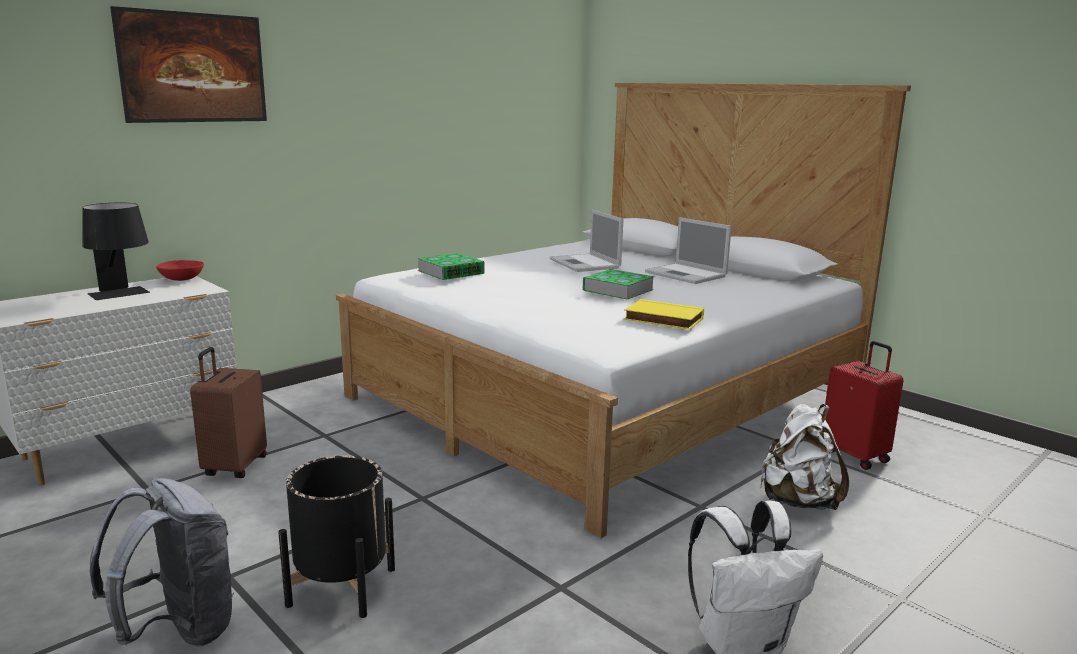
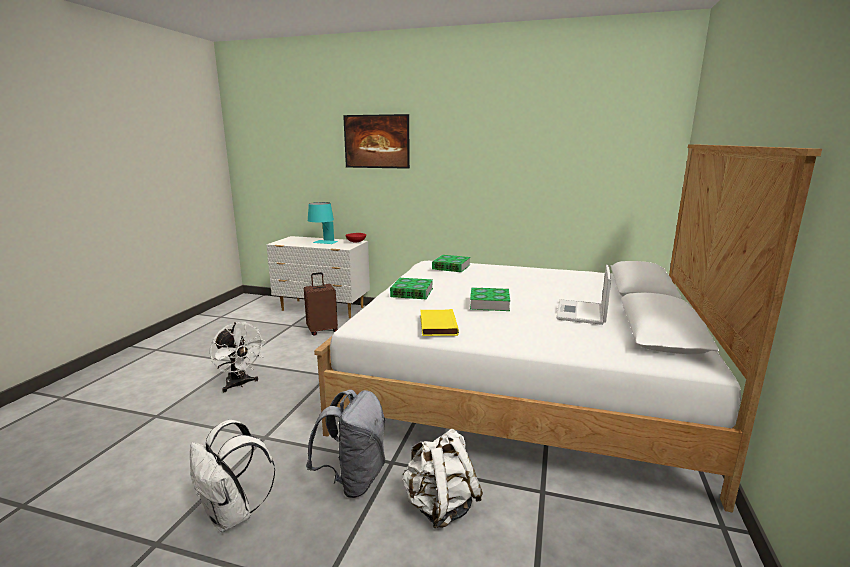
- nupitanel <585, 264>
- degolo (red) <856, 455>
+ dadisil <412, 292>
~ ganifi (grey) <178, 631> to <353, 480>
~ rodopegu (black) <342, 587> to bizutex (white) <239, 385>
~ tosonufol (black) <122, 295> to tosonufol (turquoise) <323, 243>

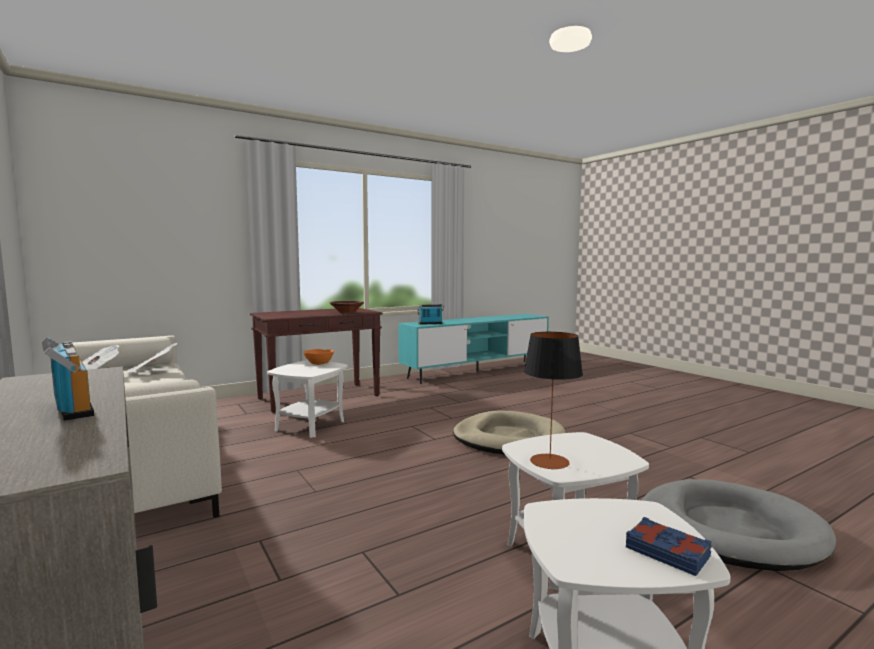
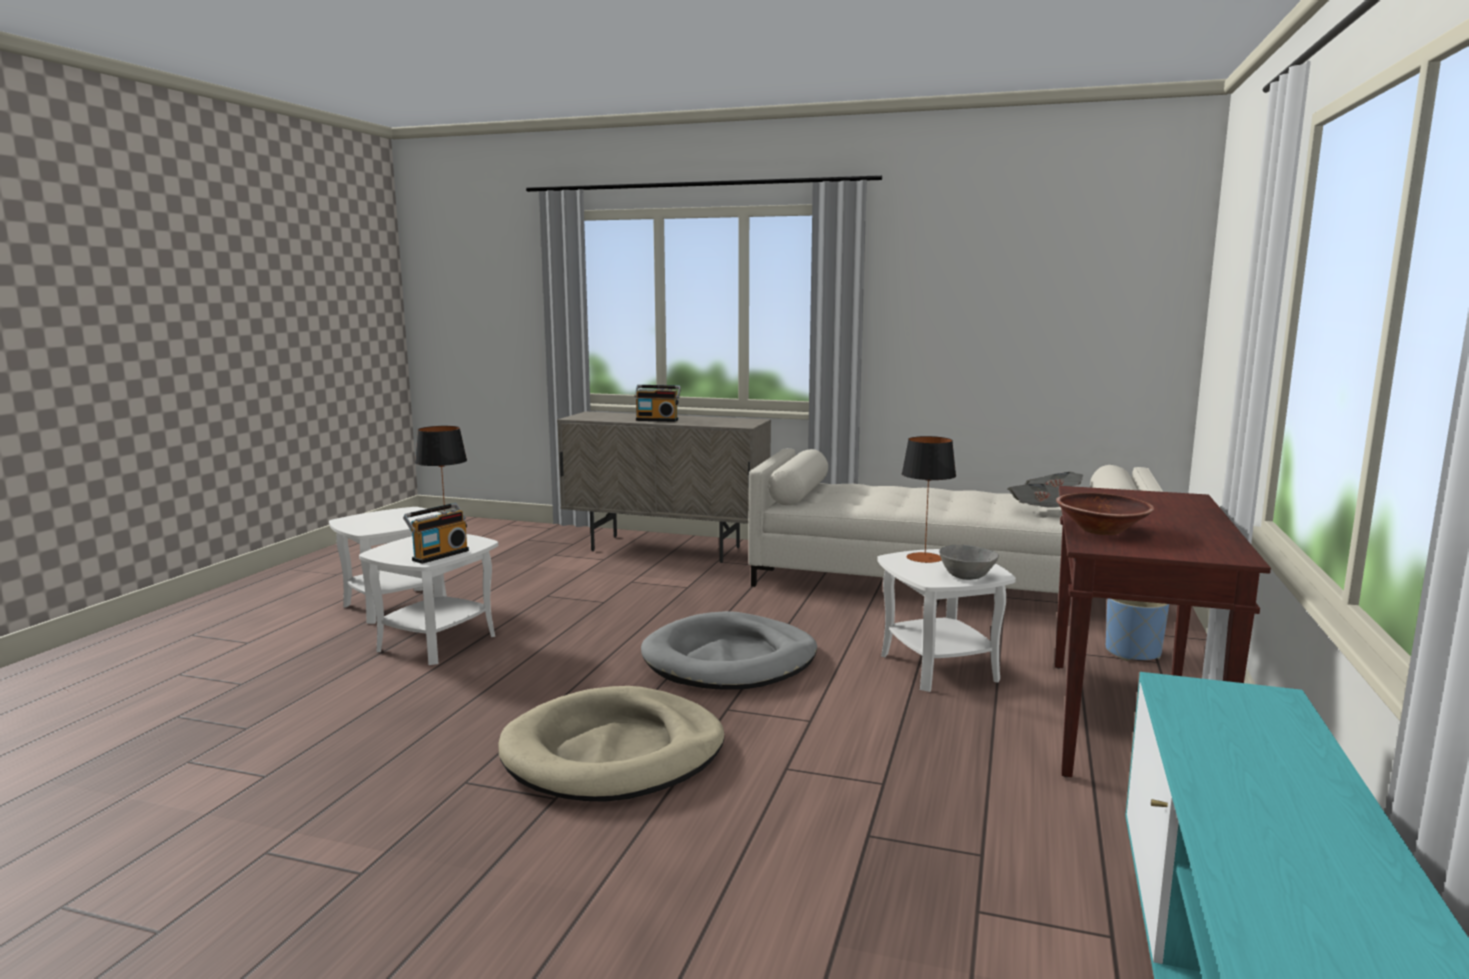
- dadisil (blue) <667, 551>
+ tosonufol <924, 558>
+ rodopegu (blue) <1132, 653>
~ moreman <430, 324> to <439, 555>
~ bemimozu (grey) <729, 530> to <730, 659>
~ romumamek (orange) <319, 363> to romumamek (grey) <967, 576>

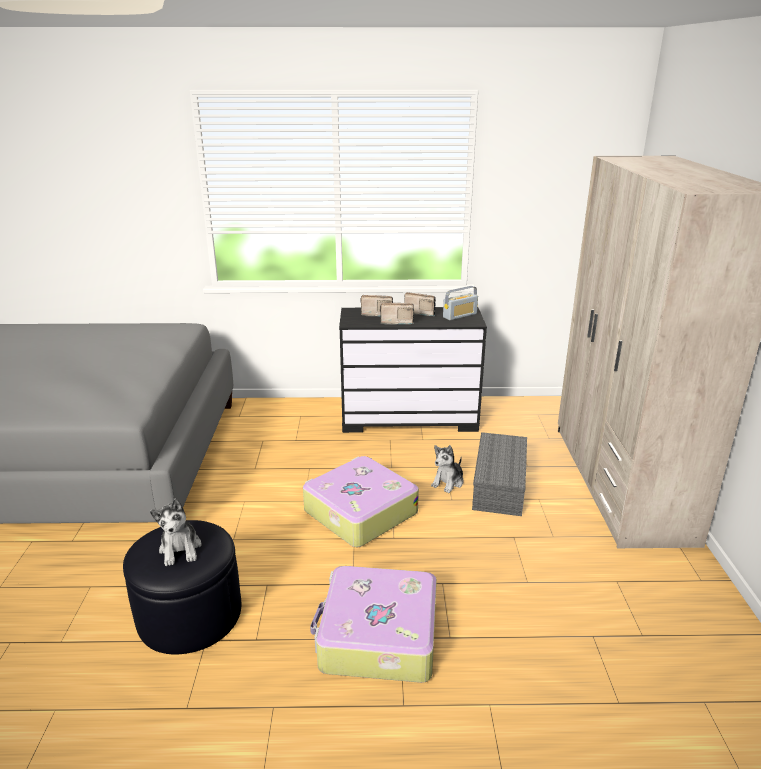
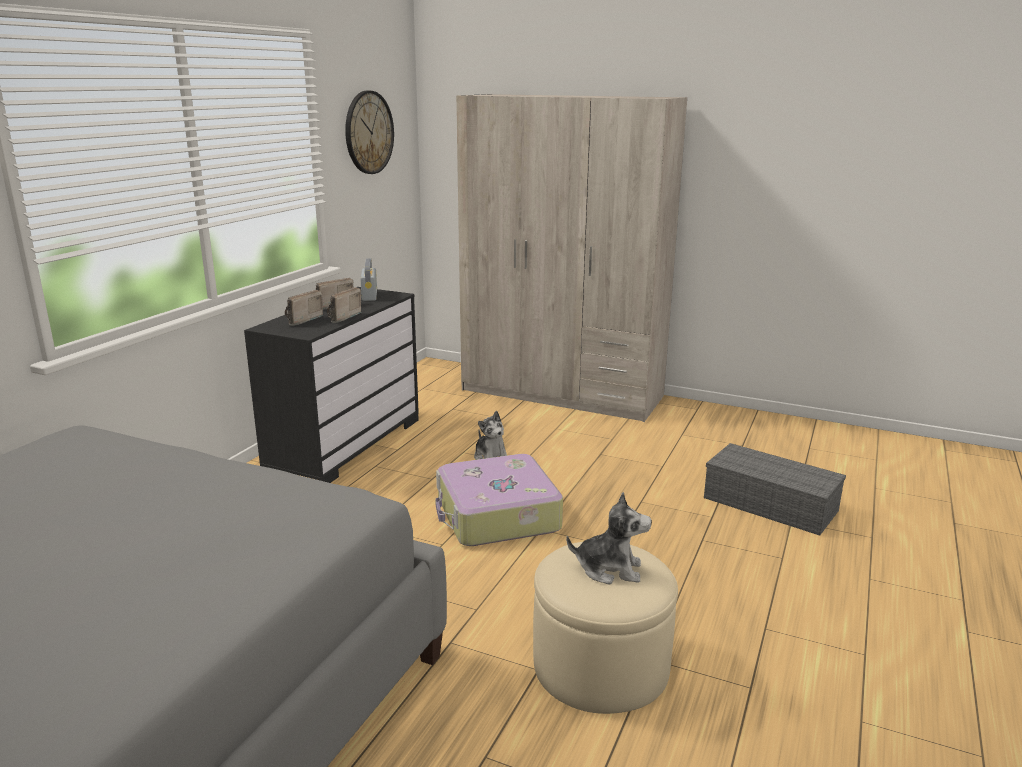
- degolo <377, 636>
+ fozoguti <368, 132>
~ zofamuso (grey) <500, 486> to <772, 504>
~ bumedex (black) <189, 614> to bumedex (beige) <600, 665>

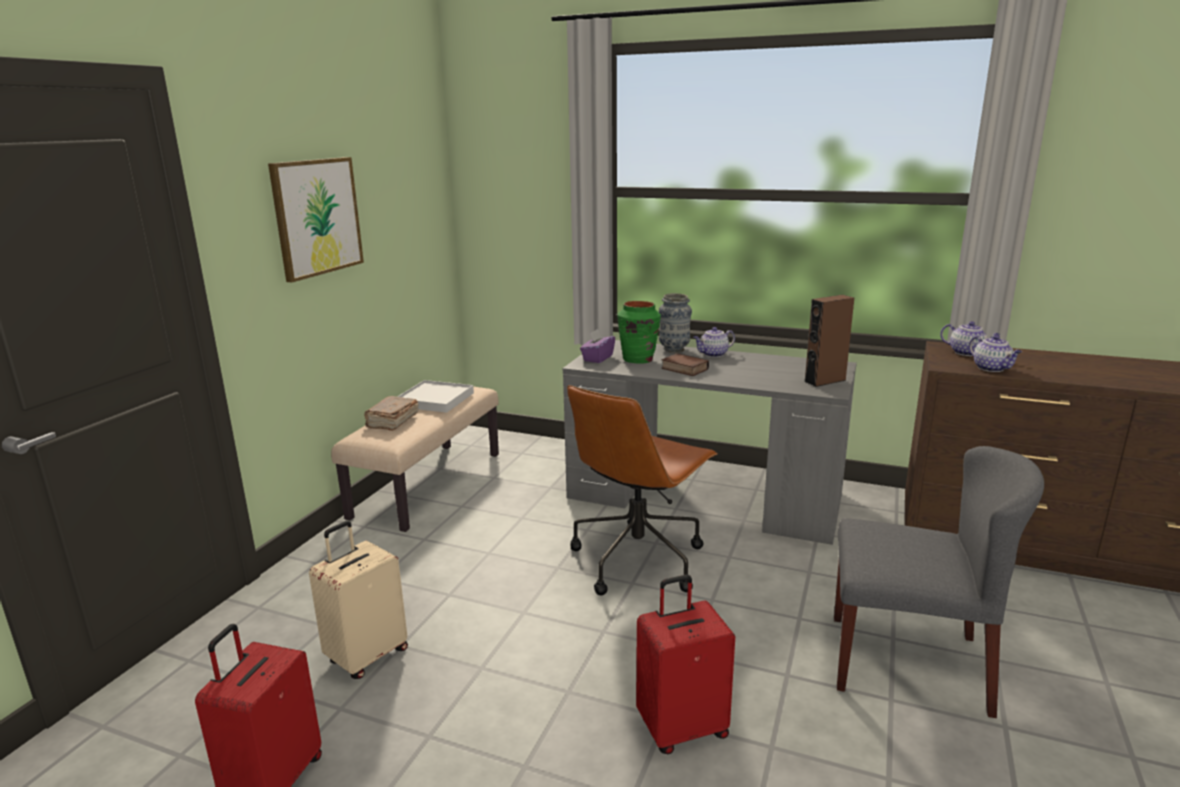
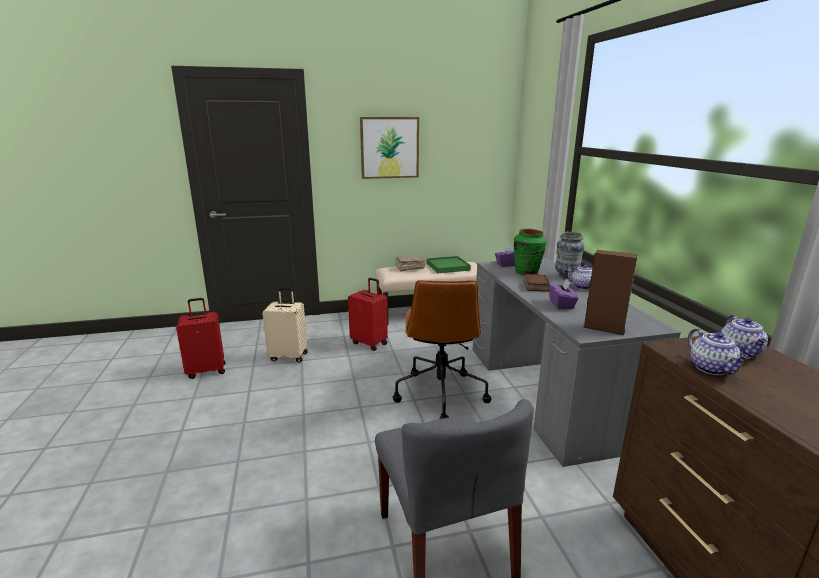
+ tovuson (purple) <561, 304>
~ degolo (red) <682, 727> to <369, 343>
~ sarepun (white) <435, 399> to sarepun (green) <447, 266>
~ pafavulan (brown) <638, 559> = <440, 393> 90 degrees counterclockwise
~ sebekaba <992, 368> = <712, 369> 45 degrees counterclockwise

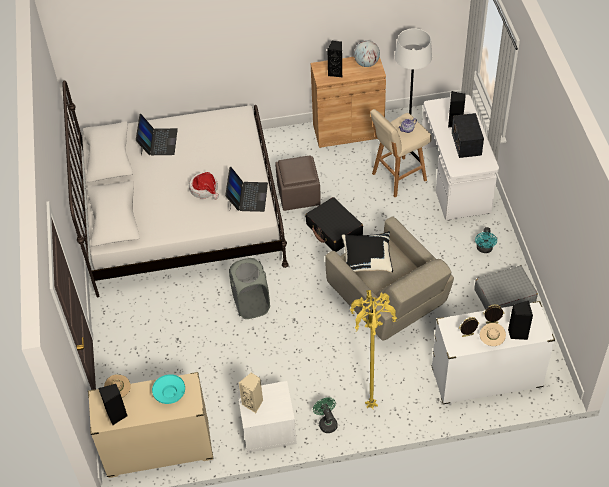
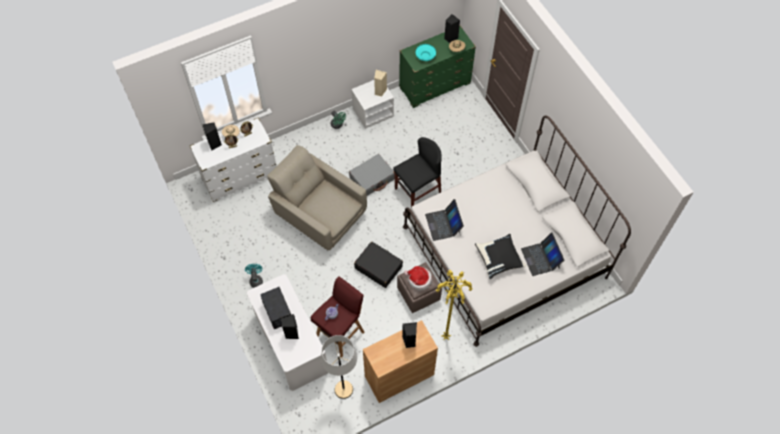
- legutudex <366, 63>
~ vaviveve <204, 189> to <419, 280>
~ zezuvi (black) <367, 259> to <499, 259>
~ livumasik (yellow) <370, 406> to <446, 337>
~ degolo (grey) <504, 296> to <372, 178>
~ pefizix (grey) <251, 304> to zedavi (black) <417, 190>
~ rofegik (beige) <158, 449> to rofegik (green) <435, 86>
~ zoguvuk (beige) <398, 177> to zoguvuk (red) <341, 333>

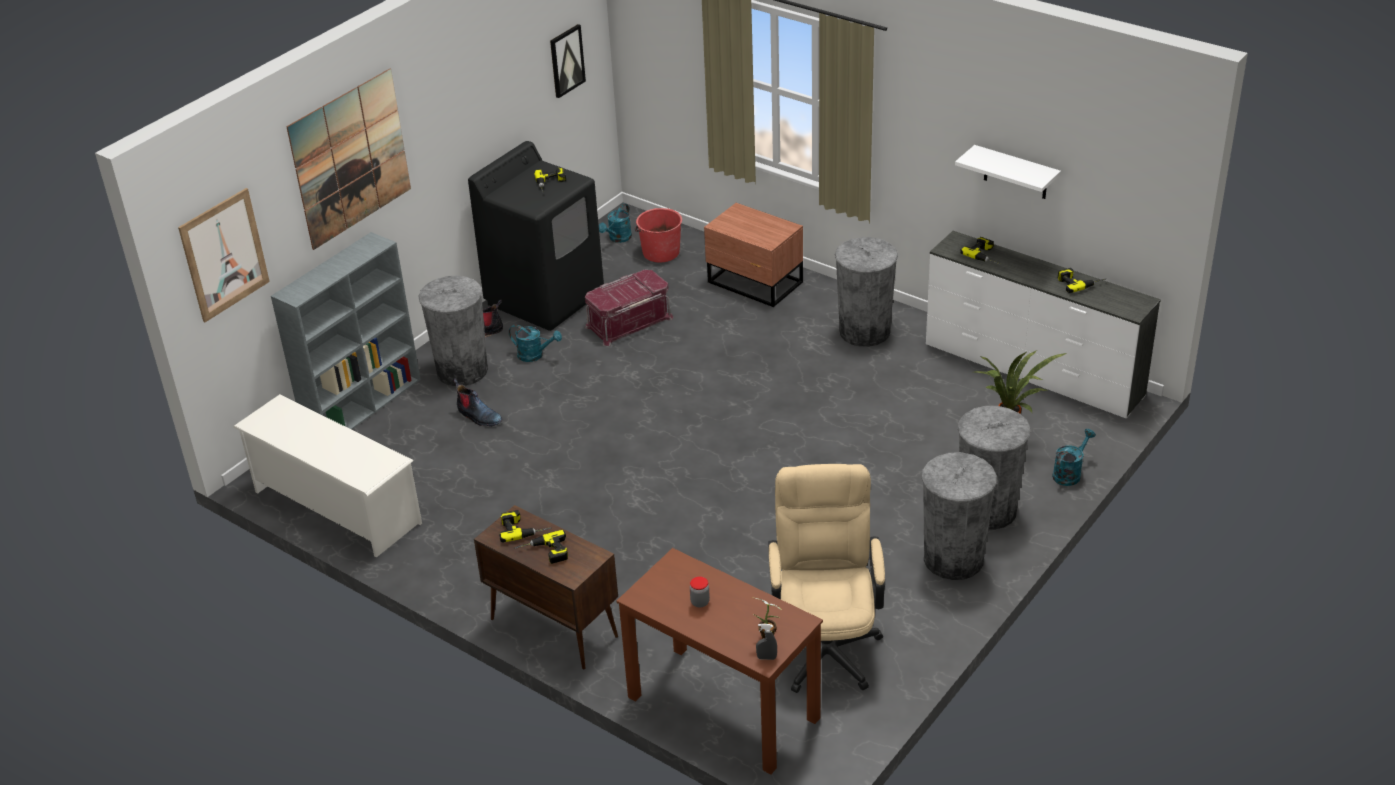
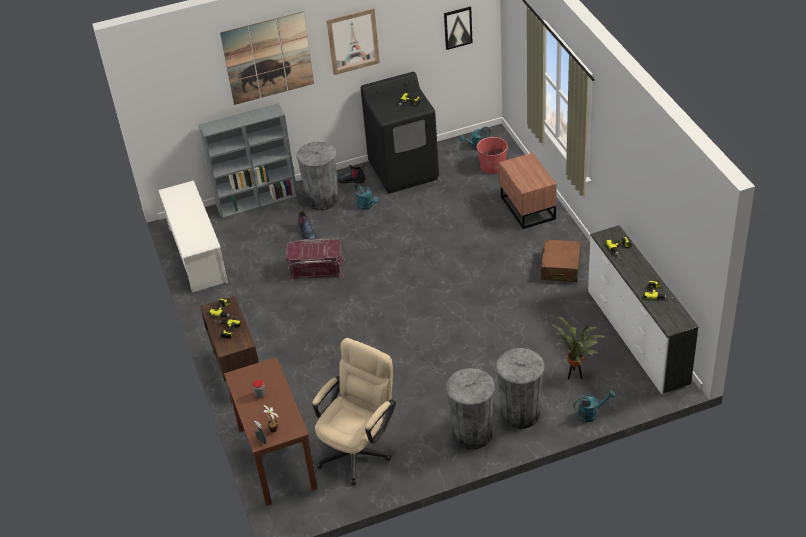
- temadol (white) <1015, 173>
~ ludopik <224, 255> to <353, 41>
~ zofamuso (red) <628, 321> to <316, 268>
~ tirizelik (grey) <864, 331> to degolo (brown) <560, 267>

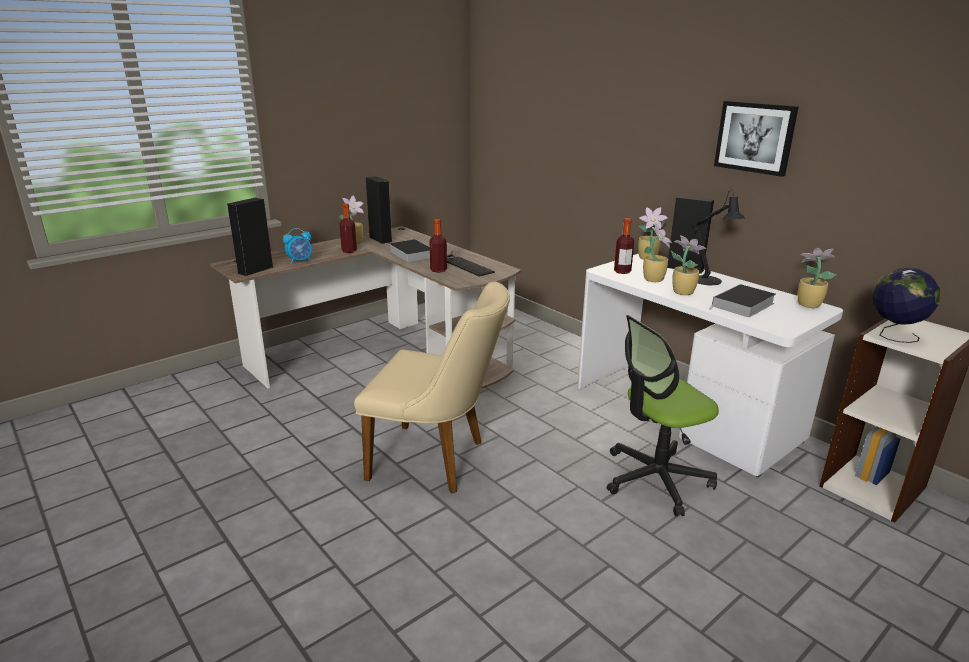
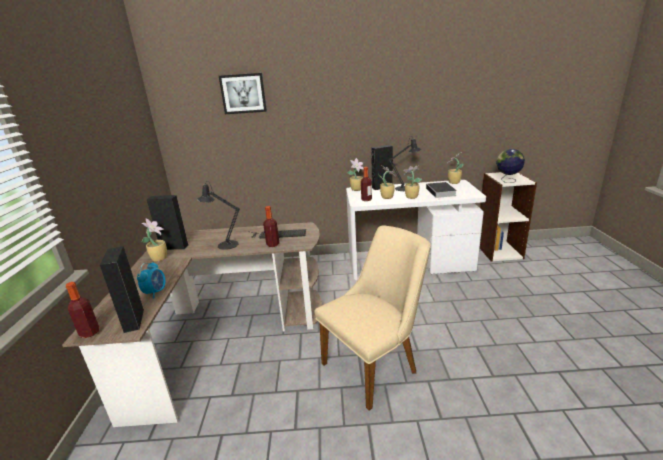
- pafavulan <656, 479>
~ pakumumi <349, 251> to <89, 332>
~ ludopik <755, 137> to <243, 93>
~ dadisil <410, 253> to tosonufol (black) <225, 245>

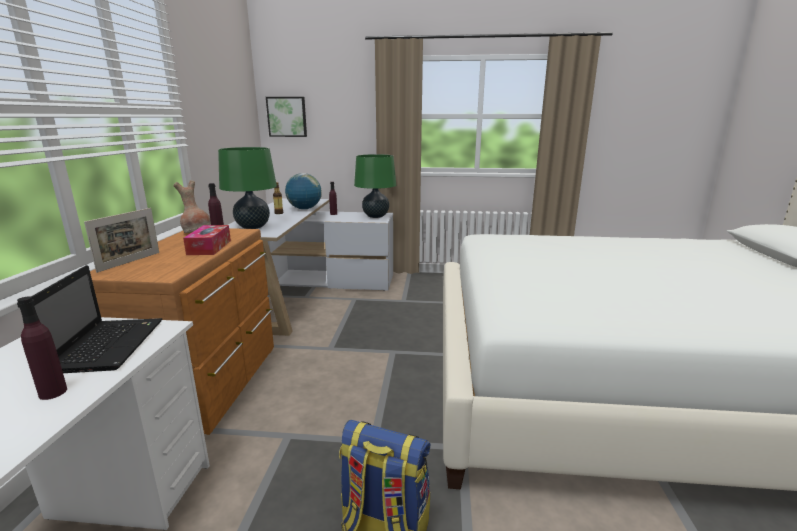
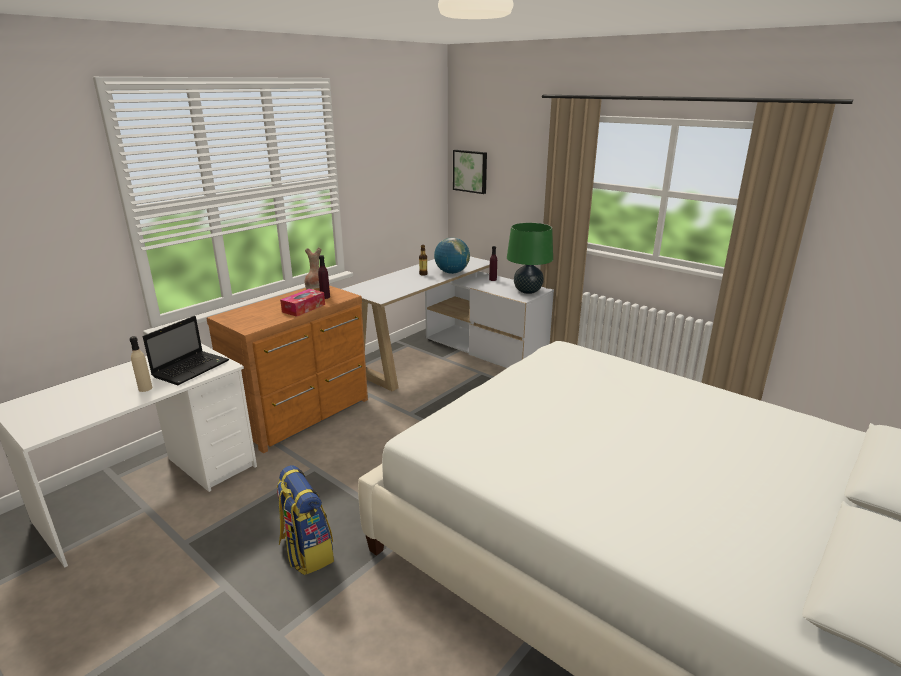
- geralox <130, 262>
- tosonufol (green) <253, 227>
~ pakumumi (purple) <53, 392> to pakumumi (beige) <145, 388>

